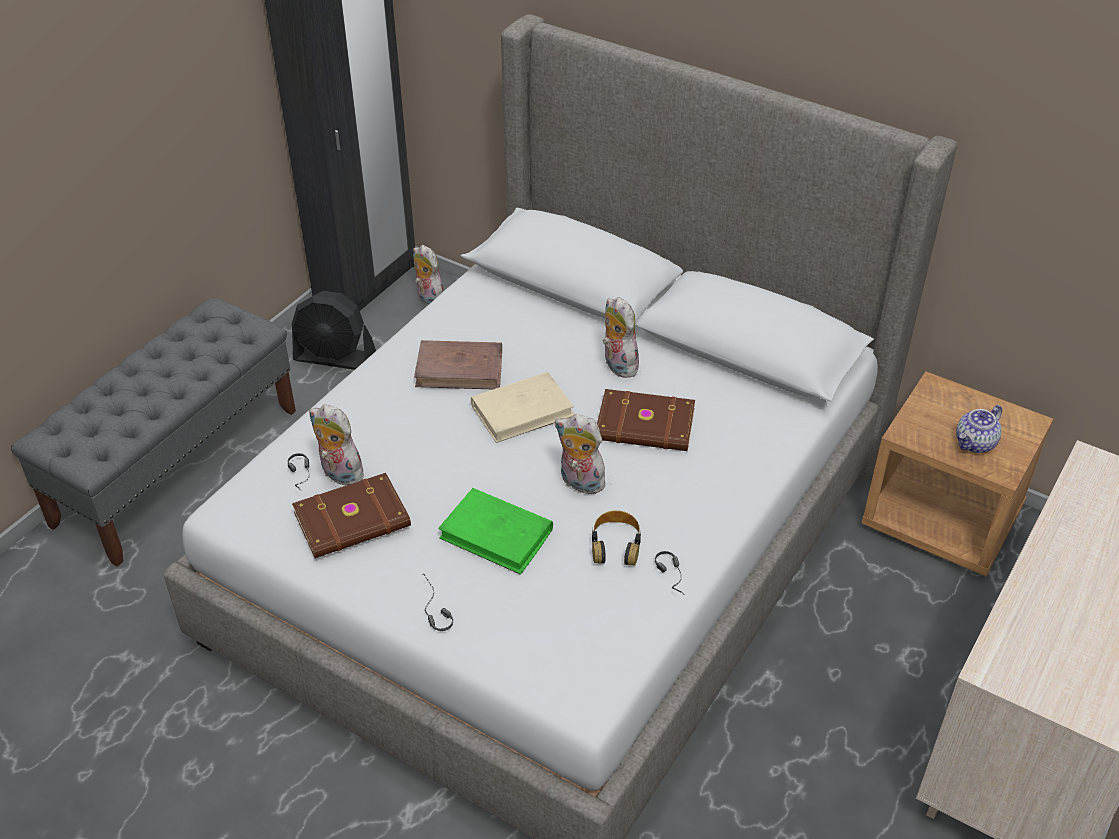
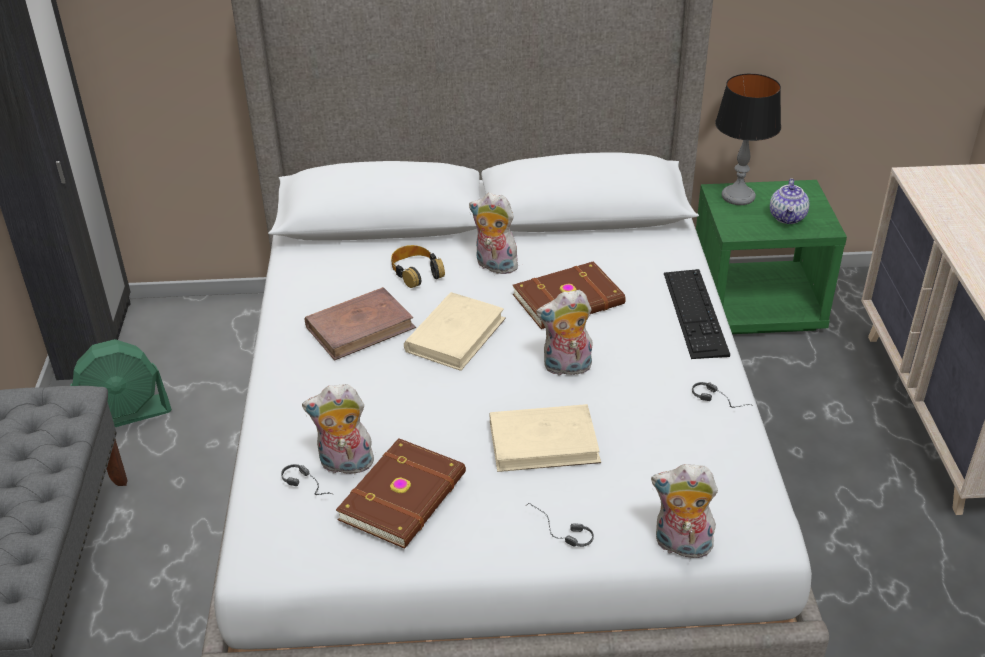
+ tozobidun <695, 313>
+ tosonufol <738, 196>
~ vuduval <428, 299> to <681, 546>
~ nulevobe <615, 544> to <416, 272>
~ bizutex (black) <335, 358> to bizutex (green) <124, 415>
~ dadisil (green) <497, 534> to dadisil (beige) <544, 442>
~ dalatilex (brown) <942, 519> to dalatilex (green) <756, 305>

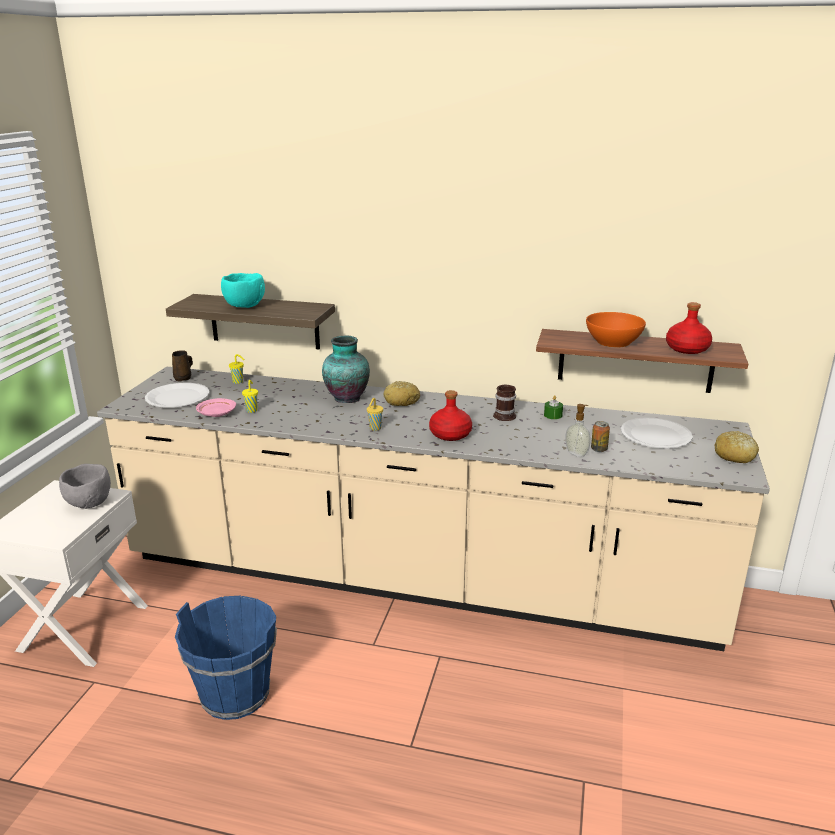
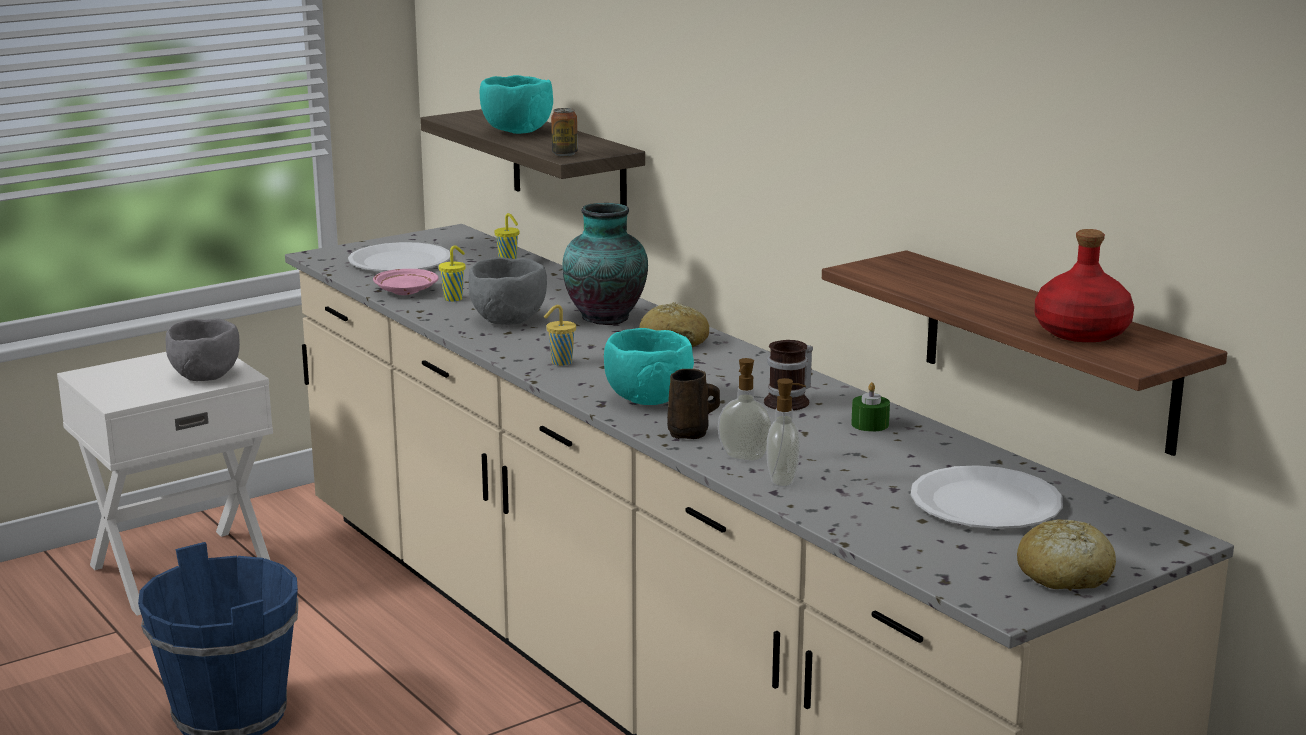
- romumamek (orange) <613, 342>
+ romumamek (grey) <508, 319>
+ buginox <744, 458>
~ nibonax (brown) <183, 378> to <690, 433>
~ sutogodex <599, 449> to <564, 154>
~ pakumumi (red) <450, 435> to romumamek (turquoise) <647, 400>

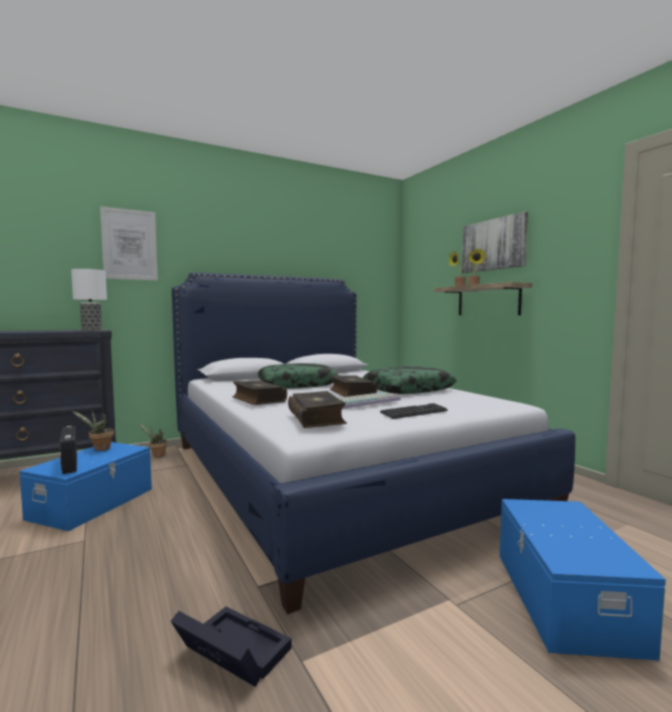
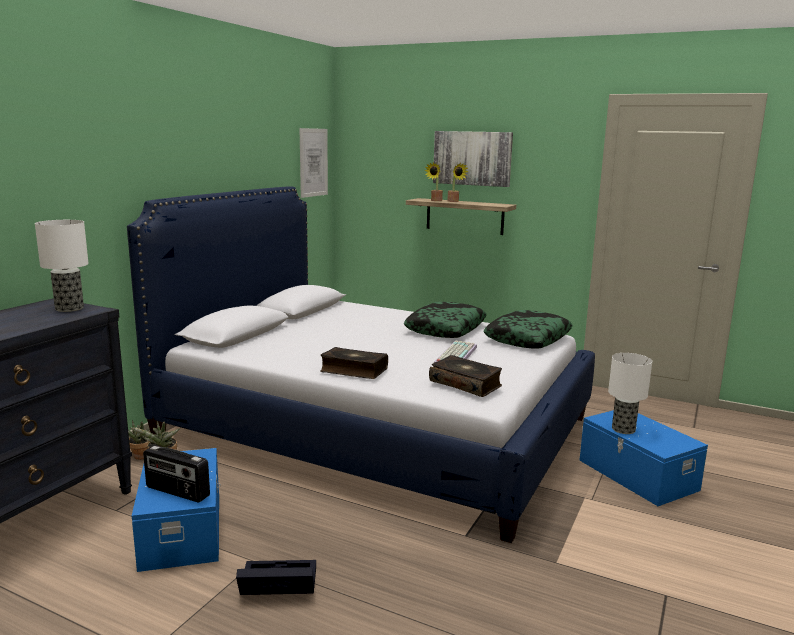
- dadisil <351, 393>
- tozobidun <414, 412>
+ tosonufol <623, 429>
~ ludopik <129, 244> to <313, 162>
~ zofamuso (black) <229, 653> to <276, 585>
~ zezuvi <297, 384> to <527, 338>

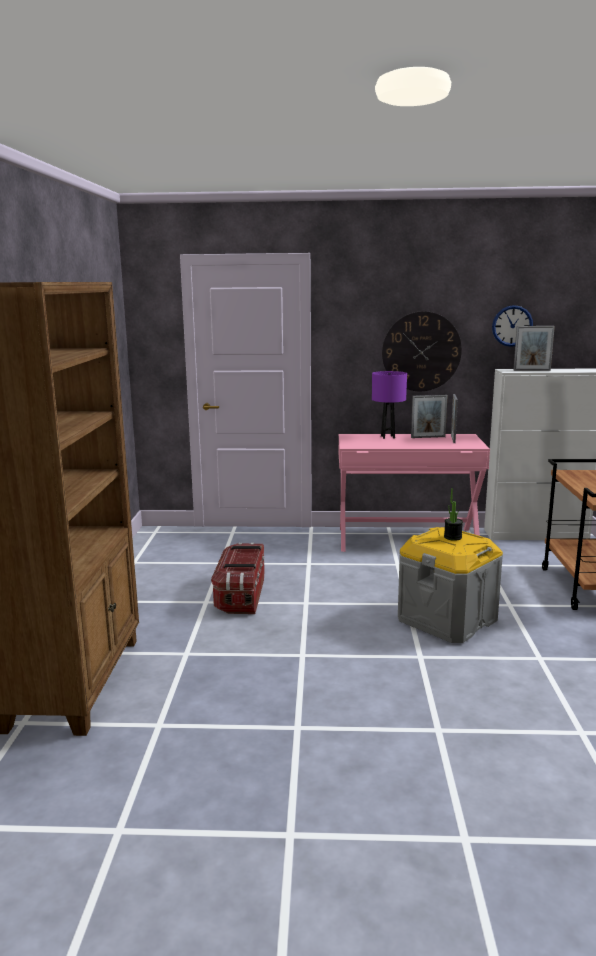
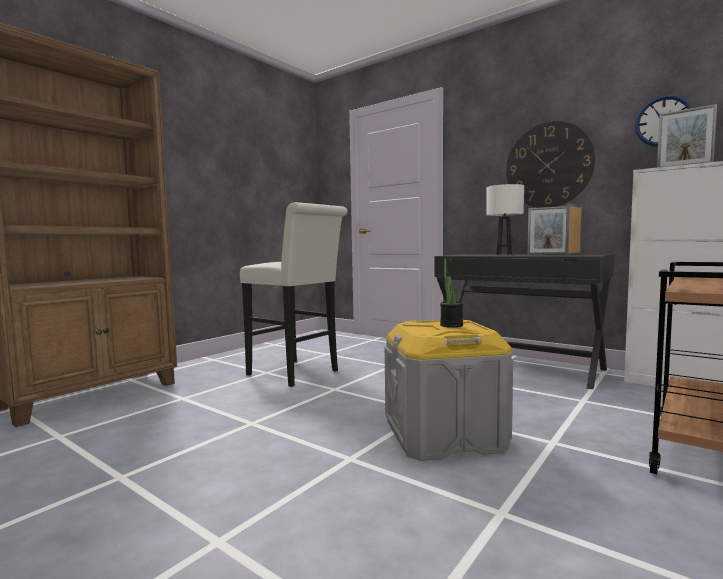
~ zofamuso <241, 595> to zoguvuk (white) <297, 374>
~ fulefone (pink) <407, 539> to fulefone (black) <519, 366>
~ tosonufol (purple) <387, 437> to tosonufol (white) <504, 254>

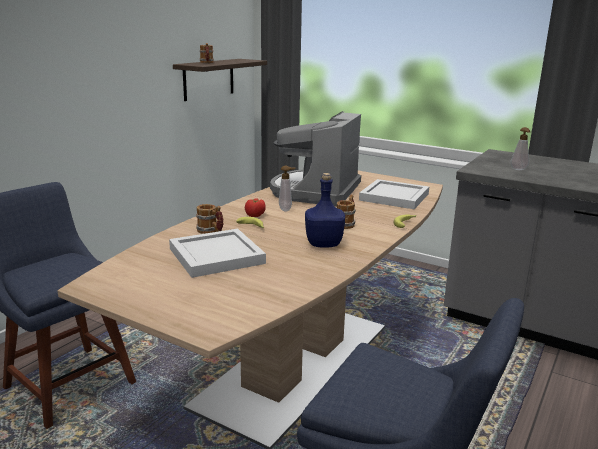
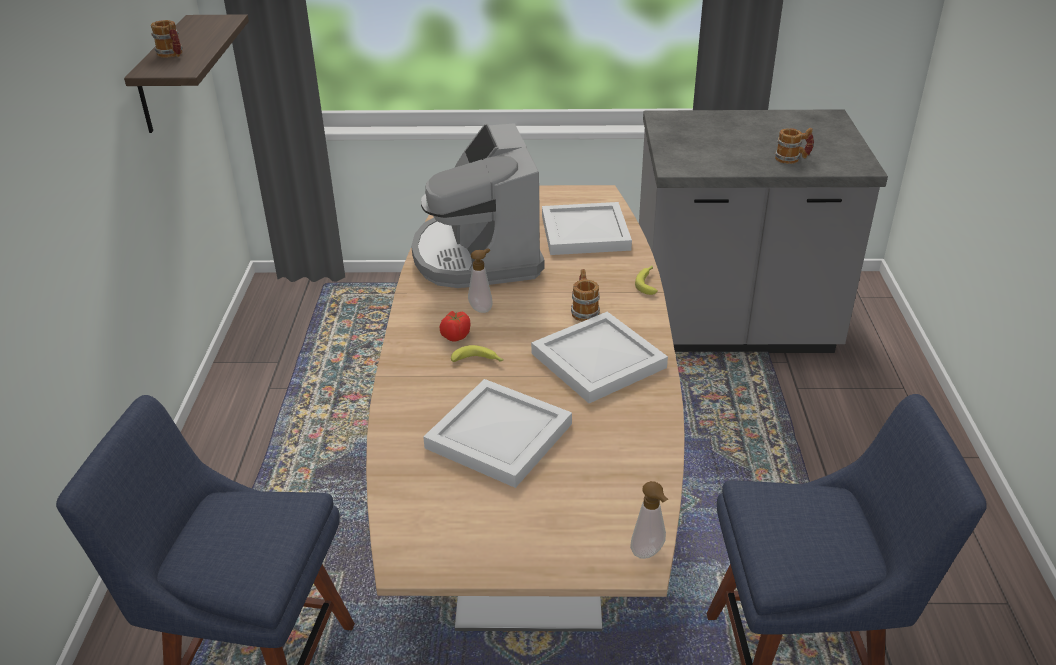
~ nibonax <210, 231> to <792, 159>
~ buginox <519, 169> to <649, 553>
~ pakumumi (blue) <324, 244> to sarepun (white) <598, 359>

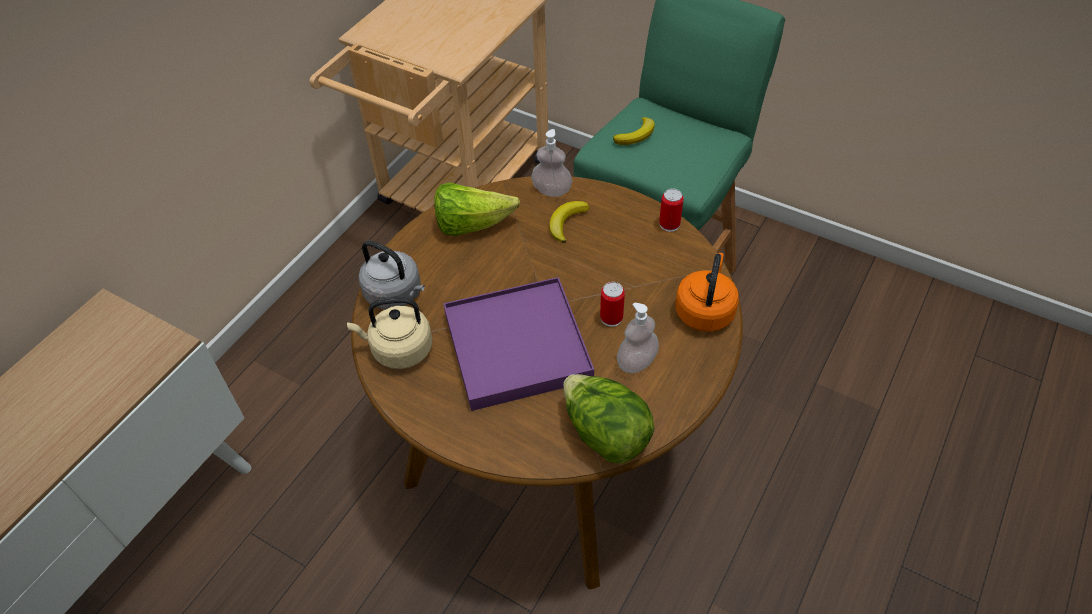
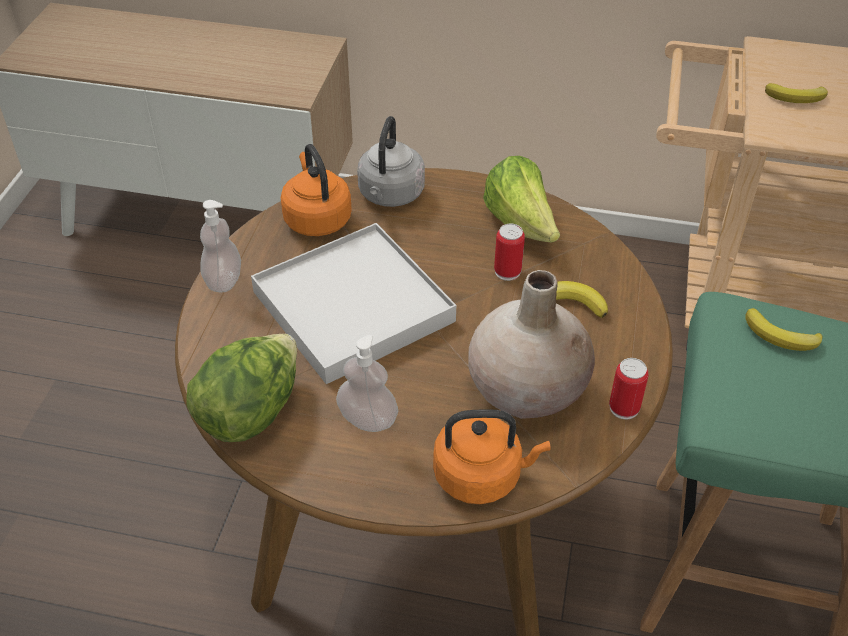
+ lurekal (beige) <527, 388>
+ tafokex <797, 97>
~ buginox <552, 190> to <223, 280>
~ sutogodex <611, 318> to <507, 271>
~ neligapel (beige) <399, 350> to neligapel (orange) <316, 218>
~ sarepun (purple) <517, 346> to sarepun (white) <354, 307>

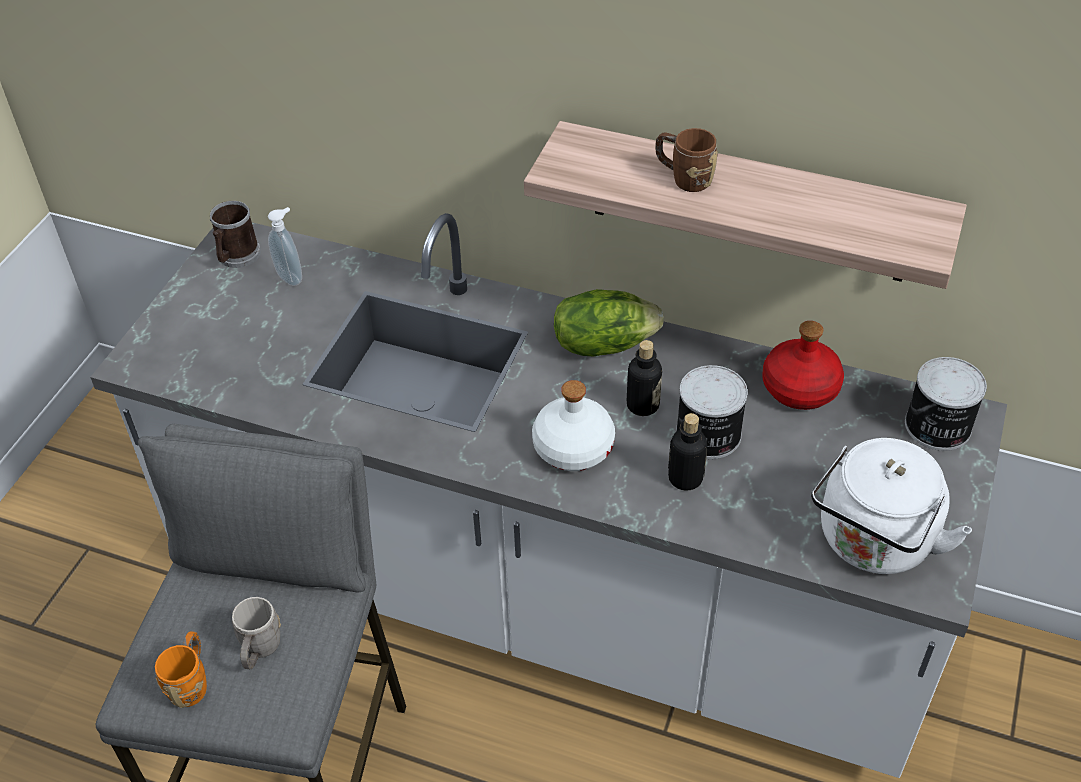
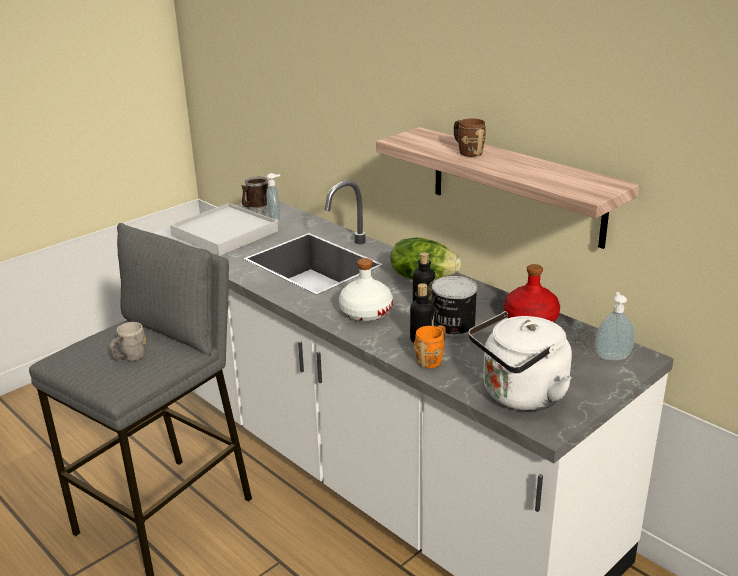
+ sarepun (white) <225, 233>
~ nibonax (orange) <191, 682> to <432, 359>
~ sutogodex <937, 427> to buginox <612, 356>

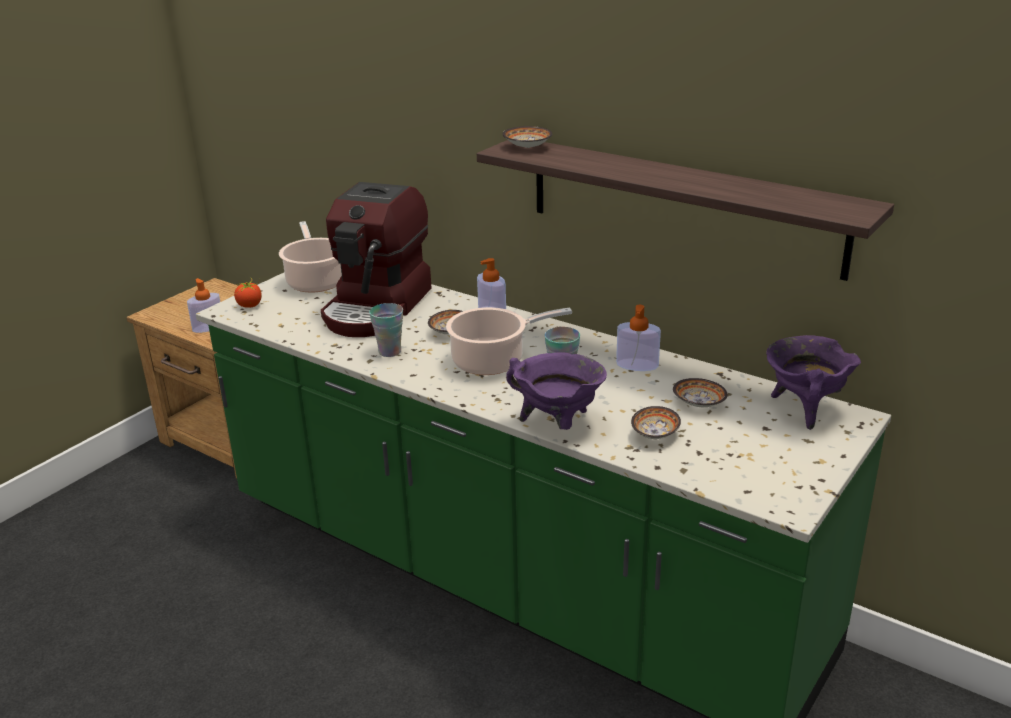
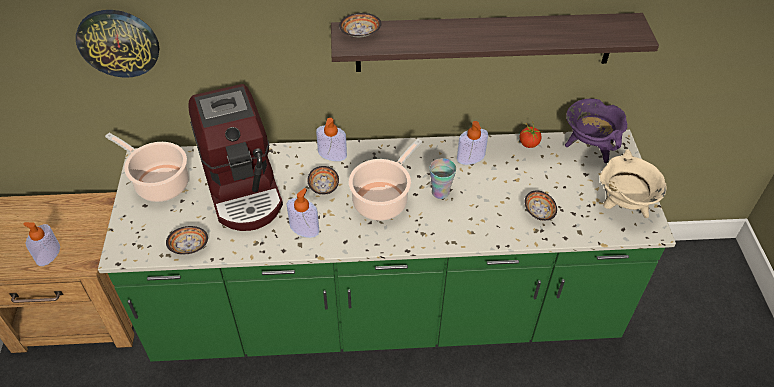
- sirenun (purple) <558, 424>
+ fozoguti <118, 43>
+ sirenun (beige) <623, 206>
~ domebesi <249, 305> to <528, 144>
~ romumamek <698, 404> to <189, 247>
~ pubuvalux <390, 352> to buginox <304, 228>

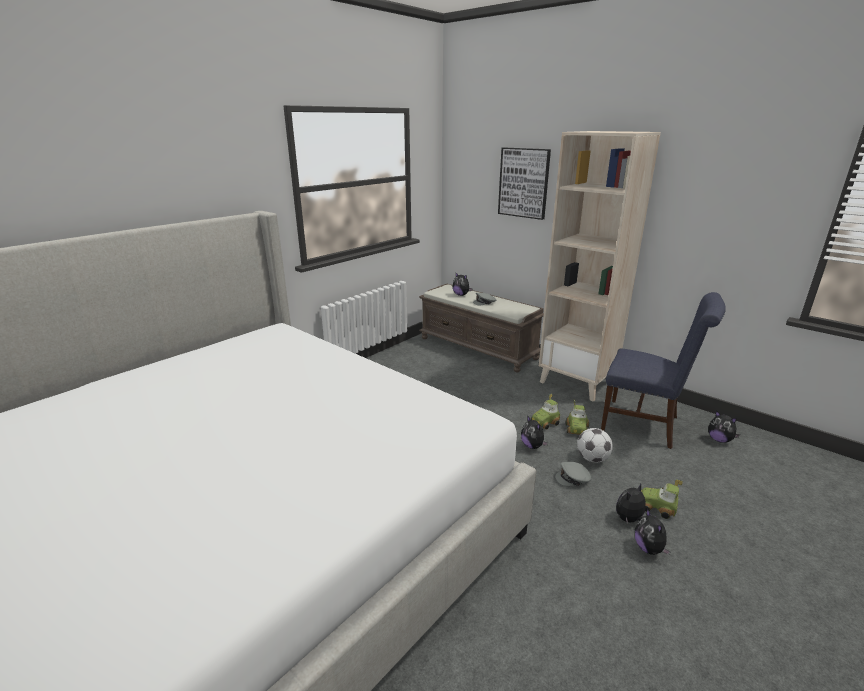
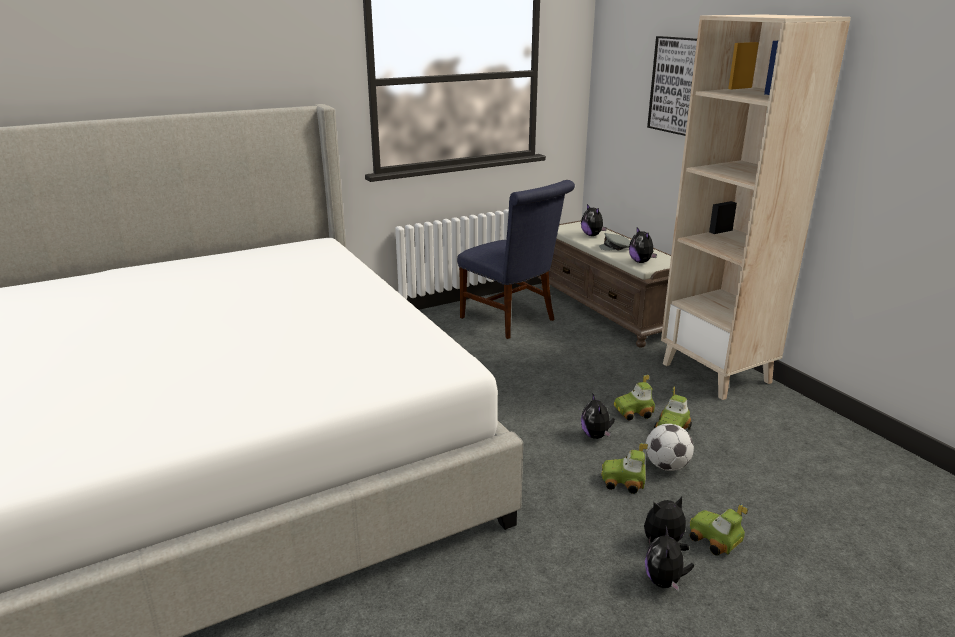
~ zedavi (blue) <645, 424> to <512, 320>
~ vuduval <719, 440> to <641, 262>
~ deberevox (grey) <573, 478> to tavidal <623, 482>

